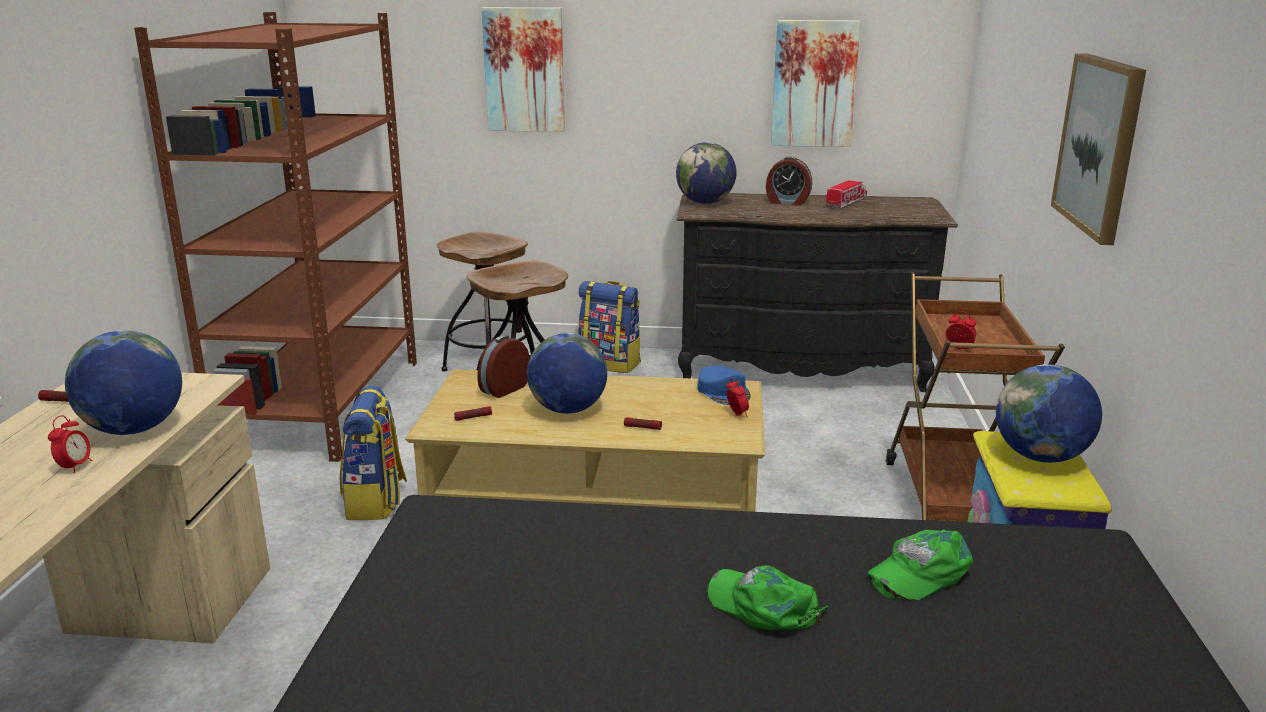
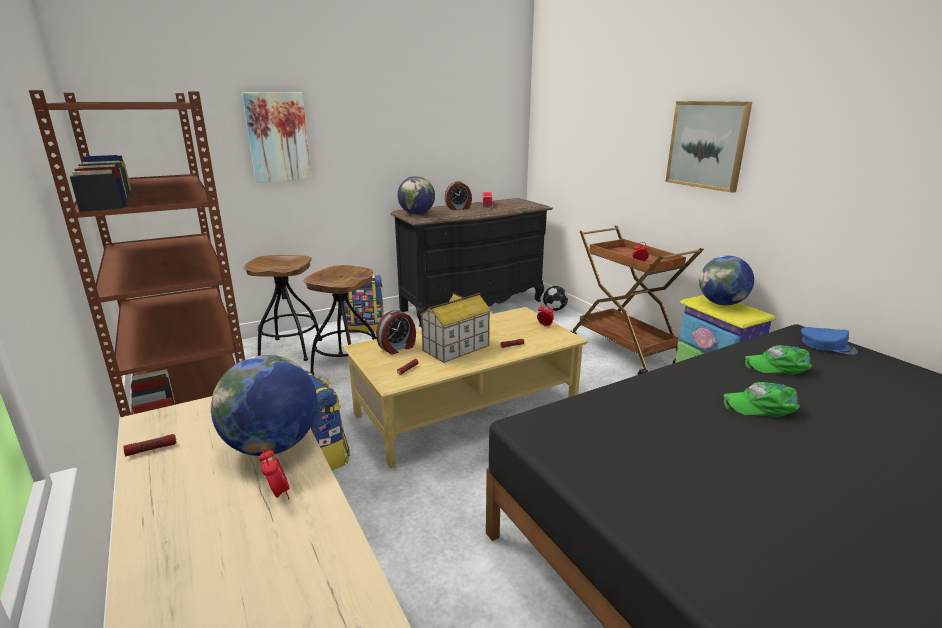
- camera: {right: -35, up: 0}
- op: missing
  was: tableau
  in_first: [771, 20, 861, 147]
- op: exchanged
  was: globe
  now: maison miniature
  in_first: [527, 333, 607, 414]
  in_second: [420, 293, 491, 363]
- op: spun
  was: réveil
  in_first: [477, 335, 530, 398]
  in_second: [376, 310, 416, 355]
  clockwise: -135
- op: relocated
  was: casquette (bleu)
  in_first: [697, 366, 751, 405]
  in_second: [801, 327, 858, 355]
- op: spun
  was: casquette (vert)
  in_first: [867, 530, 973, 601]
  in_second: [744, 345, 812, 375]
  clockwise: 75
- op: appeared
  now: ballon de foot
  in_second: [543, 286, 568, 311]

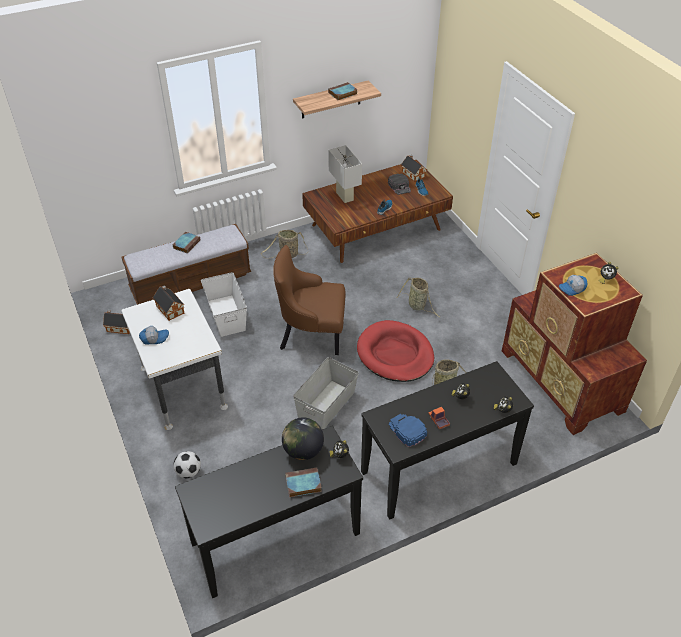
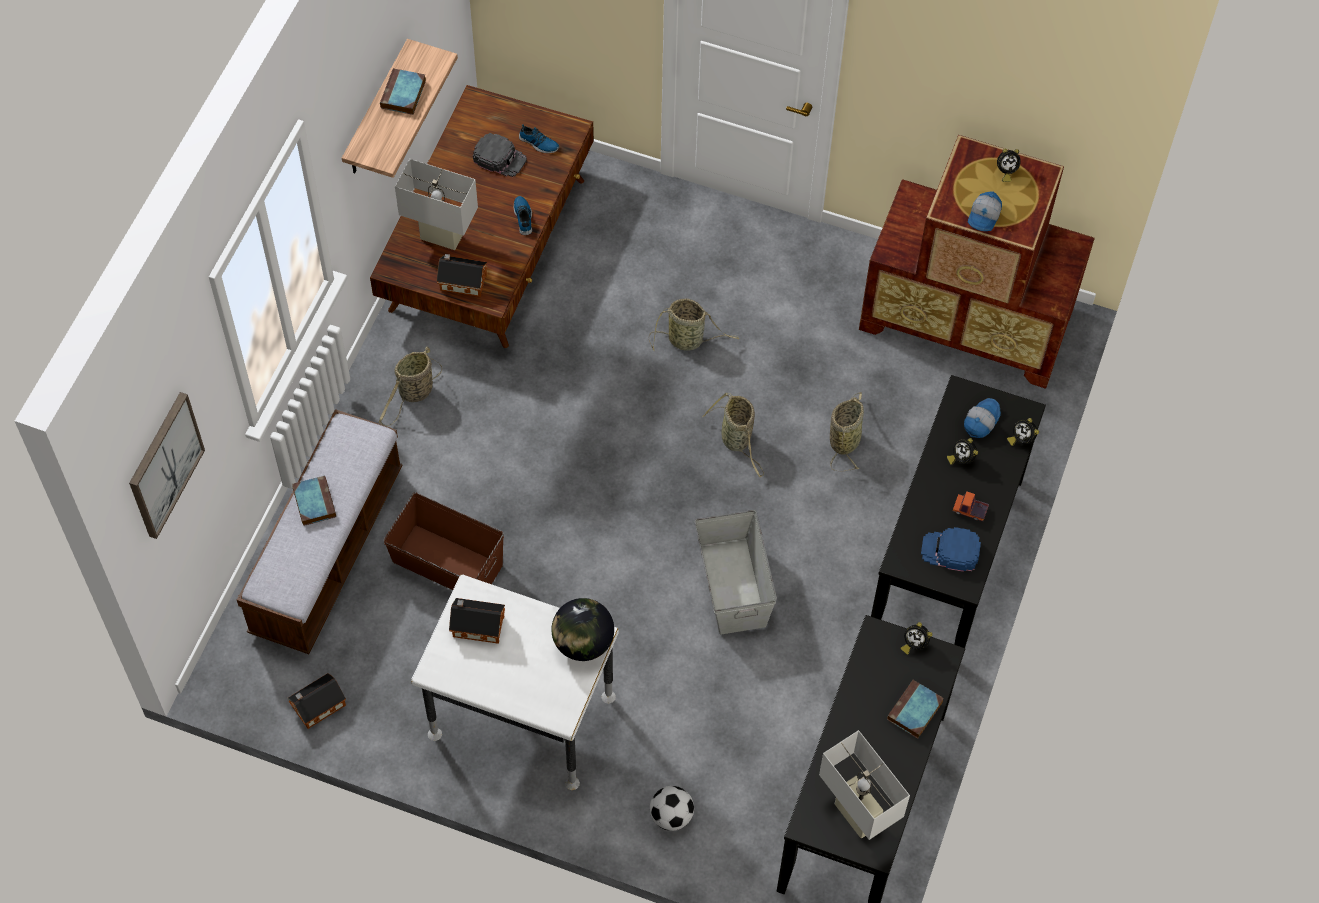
- camera: {right: -45, up: 15}
- op: relocated
  was: maison miniature
  in_first: [401, 155, 427, 182]
  in_second: [436, 254, 487, 297]
- op: missing
  was: chaise (marron)
  in_first: [273, 245, 346, 355]
- op: colour
  was: boîte de rangement (blanc)
  now: boîte de rangement (marron)
  in_first: [201, 272, 247, 337]
  in_second: [383, 493, 504, 590]
- op: exchanged
  was: panier pour chien (rouge)
  now: panier
  in_first: [357, 320, 434, 382]
  in_second: [702, 393, 764, 477]
- op: relocated
  was: casquette
  in_first: [139, 326, 169, 344]
  in_second: [964, 398, 1001, 438]
- op: relocated
  was: globe
  in_first: [282, 418, 324, 460]
  in_second: [551, 598, 614, 661]
- op: appeared
  now: tableau
  in_second: [129, 392, 205, 539]
- op: appeared
  now: lampe de table (blanc)
  in_second: [819, 730, 910, 840]

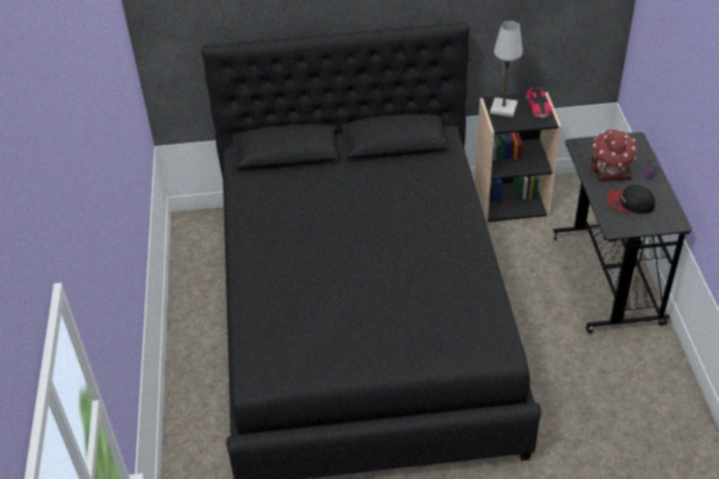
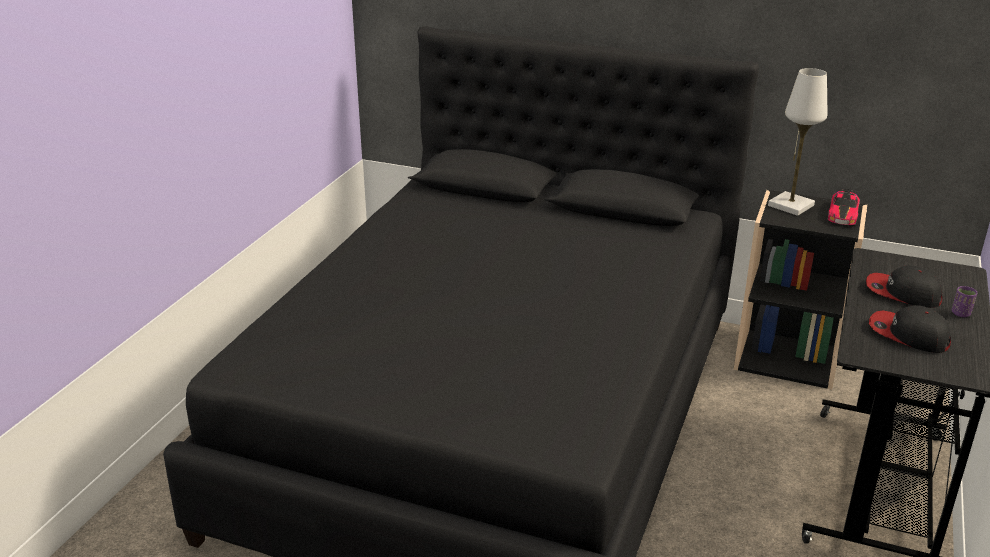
- camera: {right: 25, up: -15}
- op: exchanged
  was: maison miniature
  now: casquette
  in_first: [588, 129, 637, 182]
  in_second: [866, 265, 943, 308]

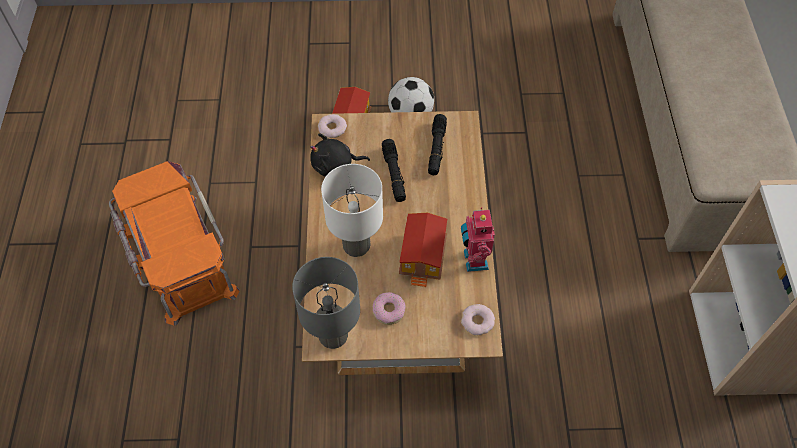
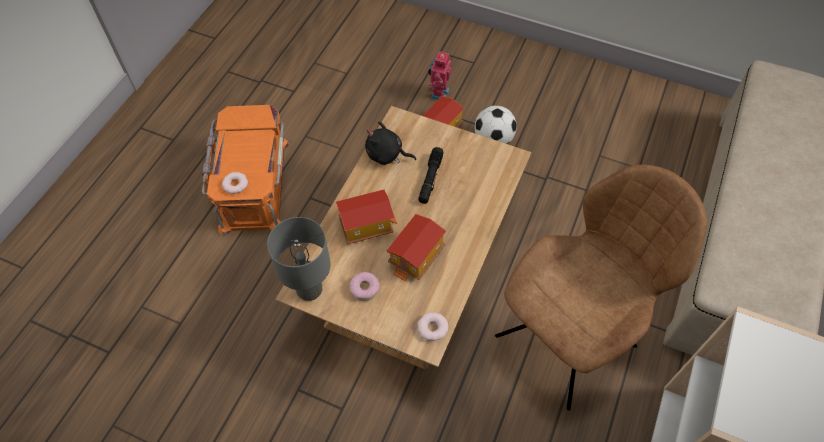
- camera: {right: 25, up: 0}
- op: relocated
  was: beignet
  in_first: [318, 114, 347, 138]
  in_second: [222, 172, 248, 194]
- op: missing
  was: lampe de poche (noir)
  in_first: [428, 114, 447, 175]
- op: exchanged
  was: lampe de table (blanc)
  now: maison miniature
  in_first: [321, 164, 383, 257]
  in_second: [336, 190, 397, 244]
- op: relocated
  was: robot jouet
  in_first: [461, 207, 495, 272]
  in_second: [428, 50, 451, 100]
- op: appeared
  now: chaise (marron)
  in_second: [495, 165, 707, 410]

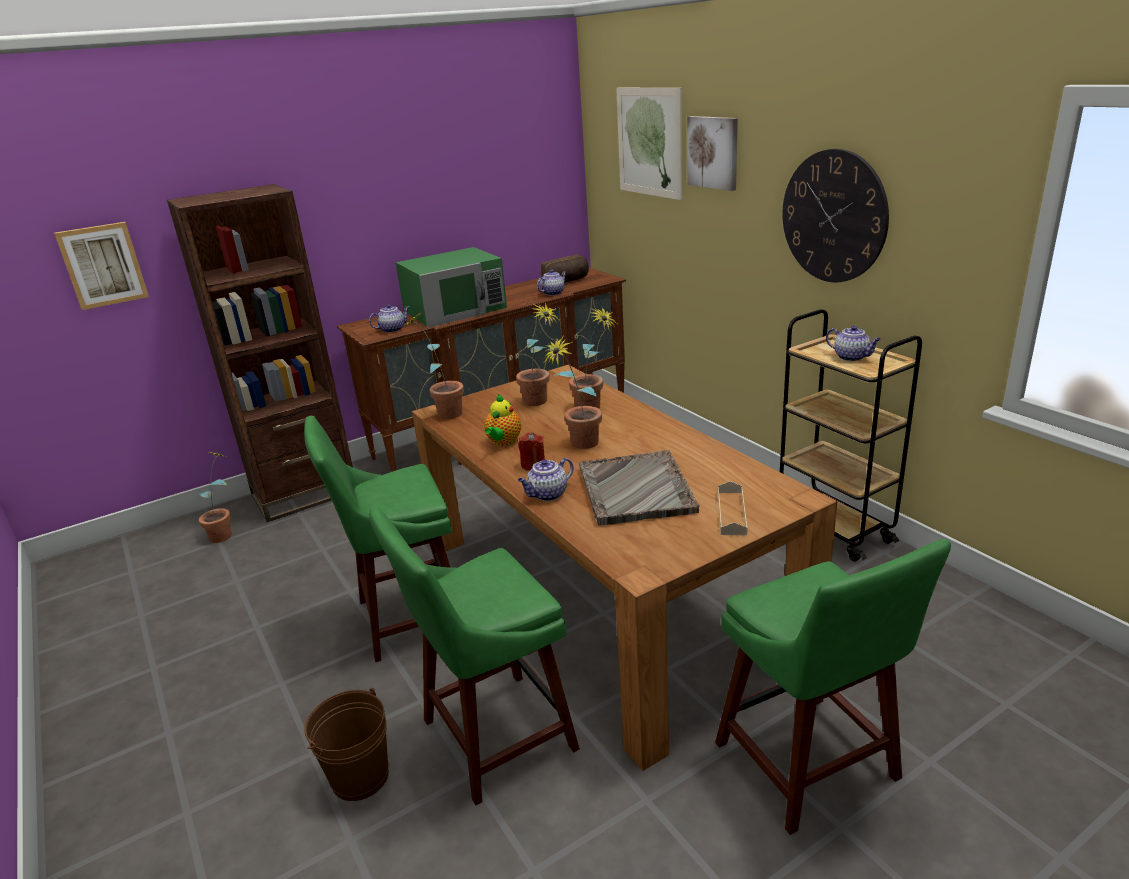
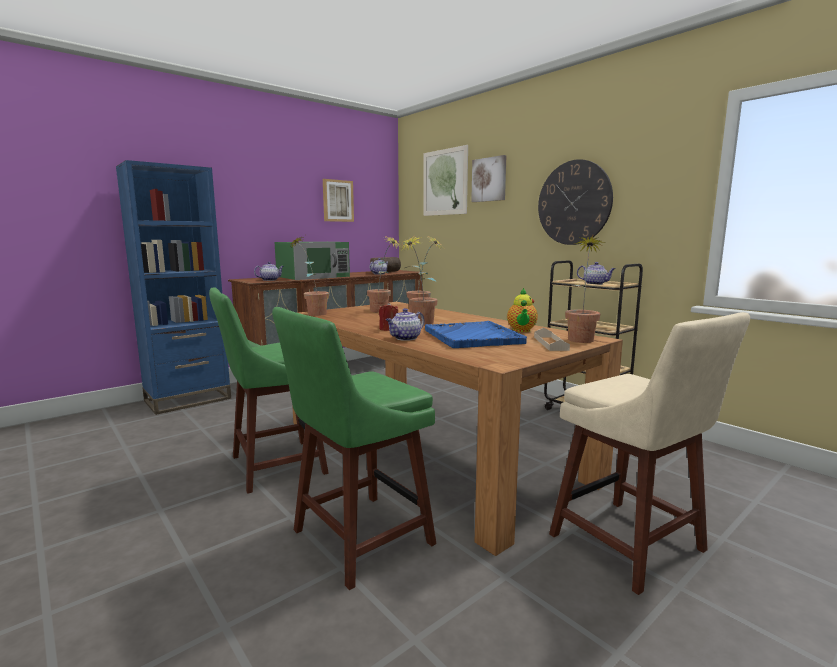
- camera: {right: -10, up: -15}
- op: colour
  was: bibliothèque (marron)
  now: bibliothèque (bleu)
  in_first: [167, 184, 353, 522]
  in_second: [116, 160, 231, 415]
- op: relocated
  was: tableau
  in_first: [54, 222, 149, 310]
  in_second: [323, 179, 354, 222]
- op: relocated
  was: théière
  in_first: [484, 394, 521, 446]
  in_second: [507, 288, 538, 332]
- op: colour
  was: plateau (gris)
  now: plateau (bleu)
  in_first: [579, 450, 700, 526]
  in_second: [425, 321, 527, 348]
- op: relocated
  was: plante en pot
  in_first: [199, 452, 232, 543]
  in_second: [565, 235, 604, 343]
- op: colour
  was: chaise (vert)
  now: chaise (beige)
  in_first: [715, 539, 951, 835]
  in_second: [549, 312, 750, 595]
- op: missing
  was: seau (marron)
  in_first: [304, 687, 389, 801]

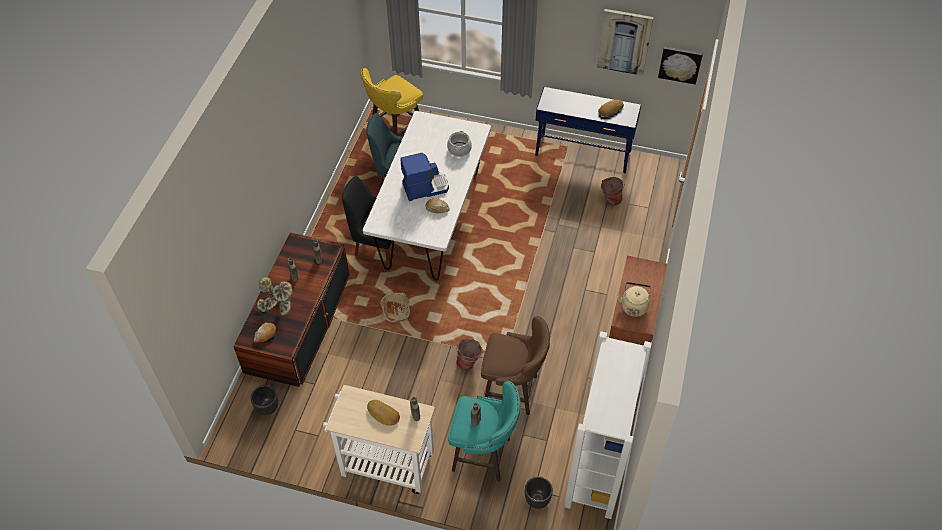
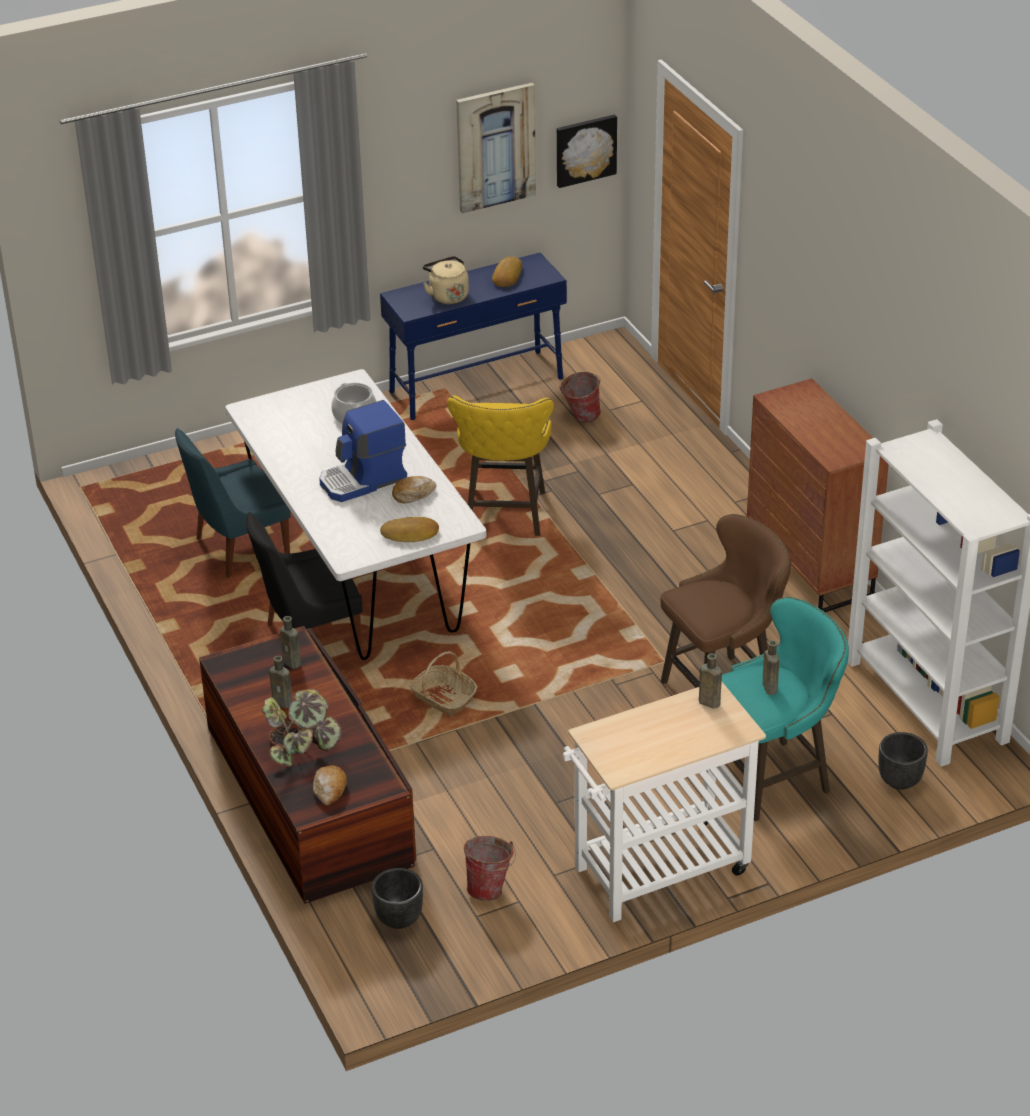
- camera: {right: -40, up: -15}
- op: relocated
  was: tabouret (jaune)
  in_first: [361, 68, 423, 136]
  in_second: [447, 395, 554, 536]
- op: spun
  was: machine à café
  in_first: [400, 153, 449, 201]
  in_second: [319, 400, 407, 502]
  clockwise: -150
- op: relocated
  was: bouilloire (beige)
  in_first: [617, 282, 651, 317]
  in_second: [423, 256, 469, 304]
- op: relocated
  was: seau
  in_first: [456, 338, 483, 370]
  in_second: [464, 836, 516, 901]
- op: relocated
  was: pain
  in_first: [367, 400, 400, 425]
  in_second: [380, 517, 439, 542]

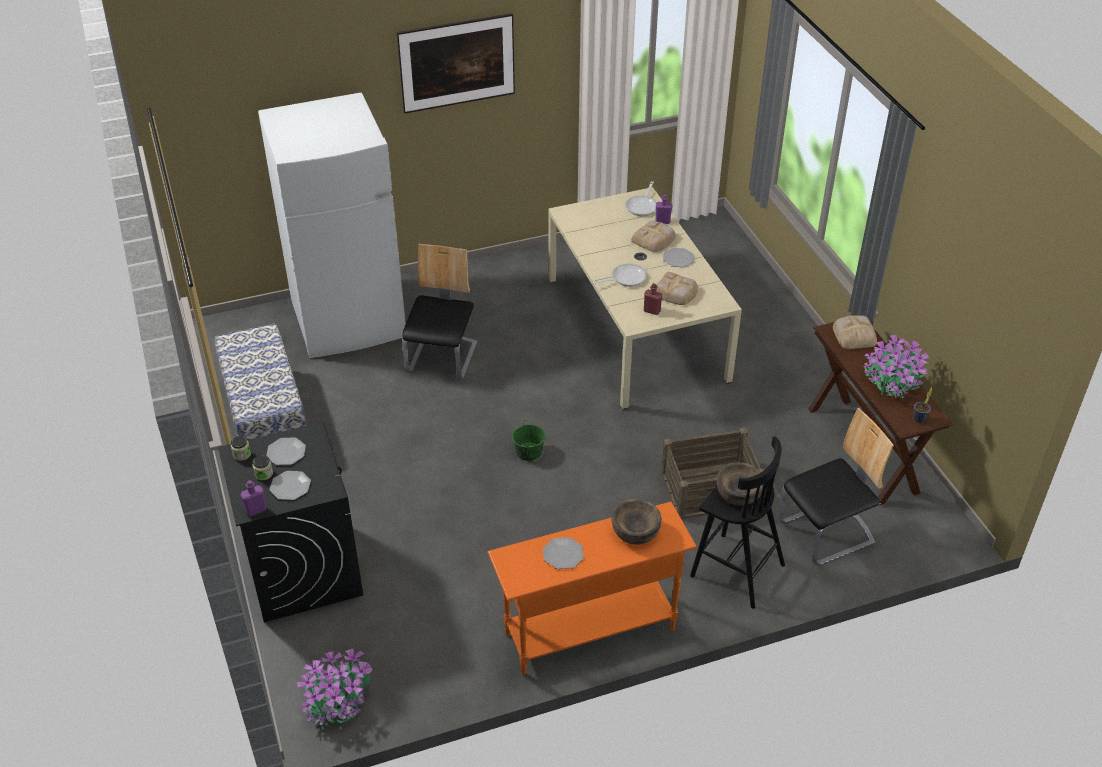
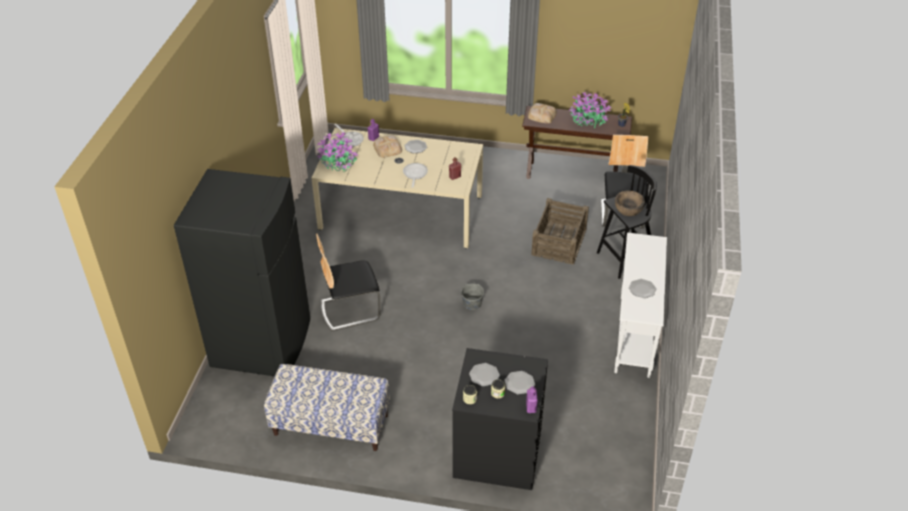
- camera: {right: -60, up: 0}
- op: missing
  was: tableau
  in_first: [397, 13, 515, 114]
- op: colour
  was: réfrigérateur (blanc)
  now: réfrigérateur (noir)
  in_first: [258, 93, 406, 358]
  in_second: [174, 169, 310, 376]
- op: spun
  was: chaise
  in_first: [402, 244, 477, 380]
  in_second: [316, 234, 381, 331]
  clockwise: -60
- op: missing
  was: pain
  in_first: [656, 272, 698, 305]
- op: colour
  was: seau (vert)
  now: seau (gris)
  in_first: [512, 420, 546, 461]
  in_second: [461, 282, 484, 310]
- op: missing
  was: bol (marron)
  in_first: [611, 499, 662, 545]
- op: colour
  was: table console (orange)
  now: table console (blanc)
  in_first: [488, 502, 697, 675]
  in_second: [614, 233, 667, 378]
- op: relocated
  was: plante en pot
  in_first: [297, 649, 372, 725]
  in_second: [317, 132, 358, 172]

